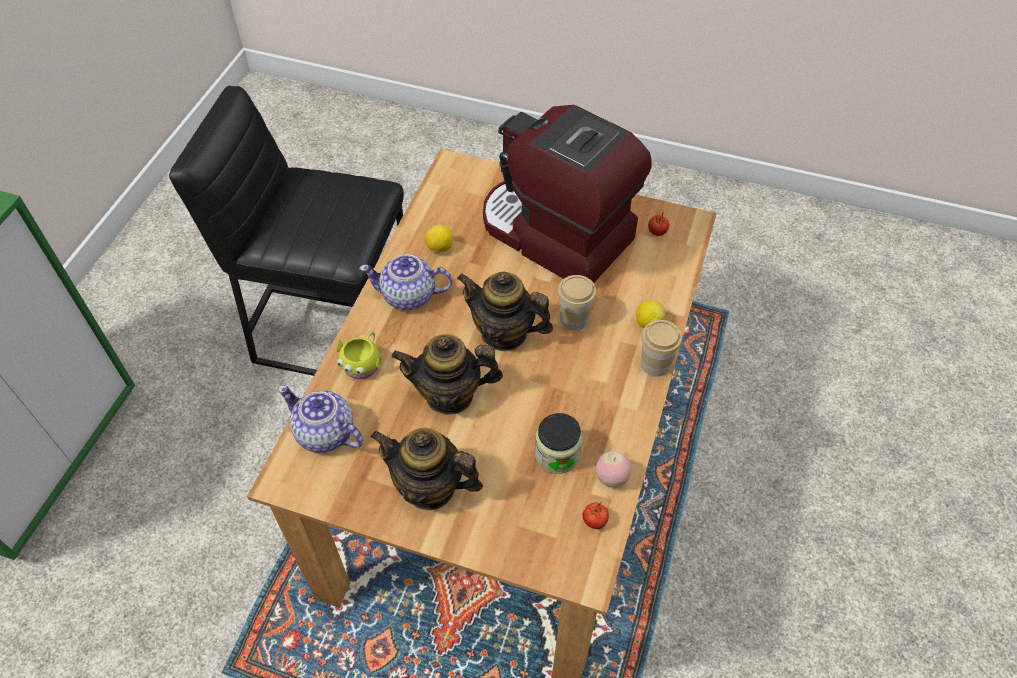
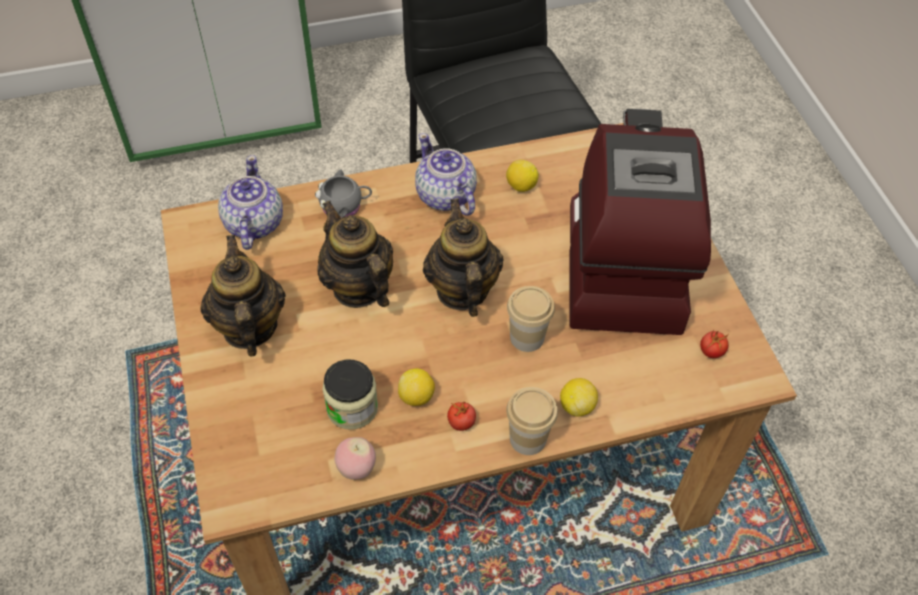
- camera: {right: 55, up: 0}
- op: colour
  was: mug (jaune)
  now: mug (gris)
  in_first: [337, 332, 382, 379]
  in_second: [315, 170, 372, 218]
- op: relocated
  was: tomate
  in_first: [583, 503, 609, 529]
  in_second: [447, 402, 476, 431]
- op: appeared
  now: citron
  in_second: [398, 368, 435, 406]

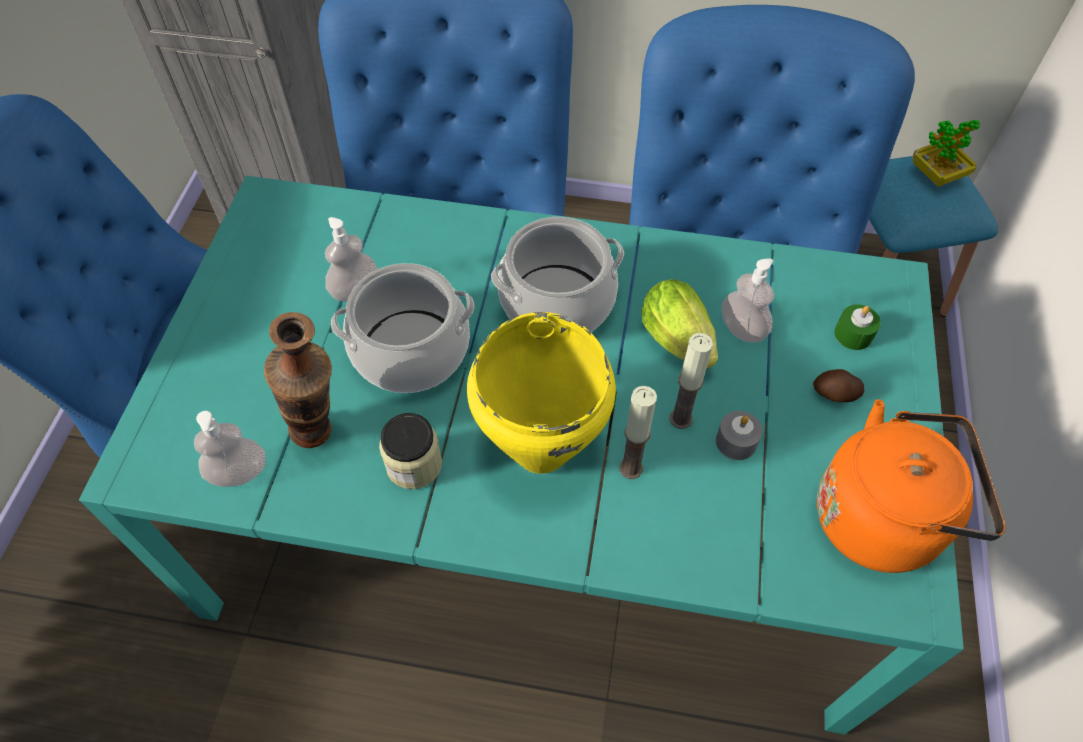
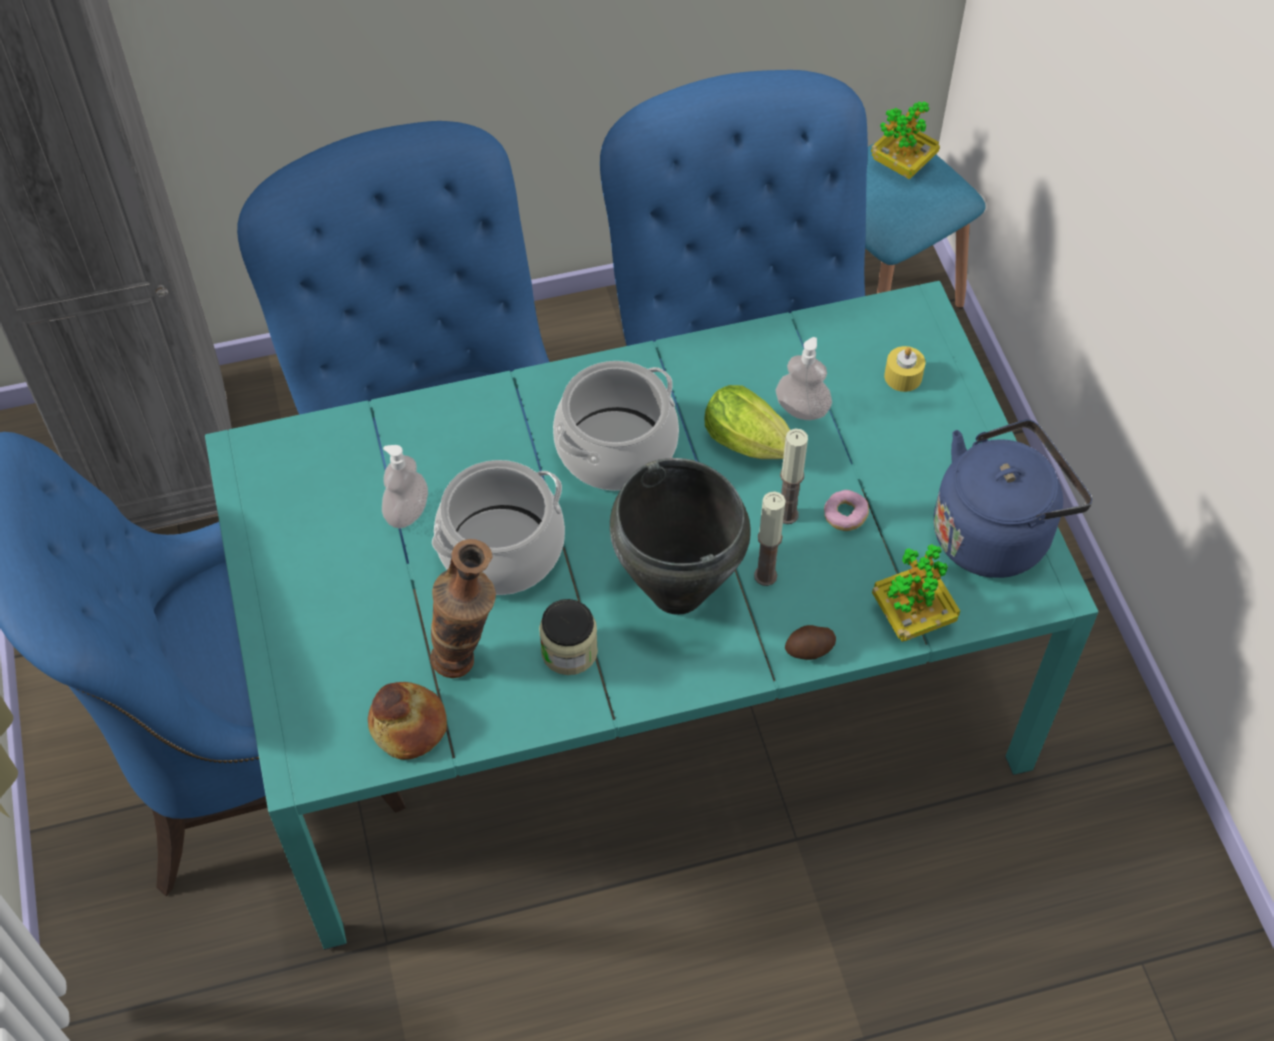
- camera: {right: -25, up: 0}
- op: colour
  was: bougie (vert)
  now: bougie (jaune)
  in_first: [835, 304, 881, 350]
  in_second: [884, 346, 925, 392]
- op: colour
  was: marmite (jaune)
  now: marmite (noir)
  in_first: [467, 312, 616, 474]
  in_second: [610, 458, 751, 615]
- op: relocated
  was: pomme de terre
  in_first: [813, 369, 865, 402]
  in_second: [785, 625, 836, 660]
- op: colour
  was: bouilloire (orange)
  now: bouilloire (bleu)
  in_first: [816, 399, 1005, 573]
  in_second: [934, 419, 1092, 578]
- op: exchanged
  was: distributeur de savon
  now: pain
  in_first: [194, 411, 265, 487]
  in_second: [368, 682, 447, 760]
- op: exchanged
  was: bougie (gris)
  now: beignet
  in_first: [716, 411, 762, 460]
  in_second: [824, 490, 869, 531]
- op: appeared
  now: plante en pot
  in_second: [872, 544, 960, 642]

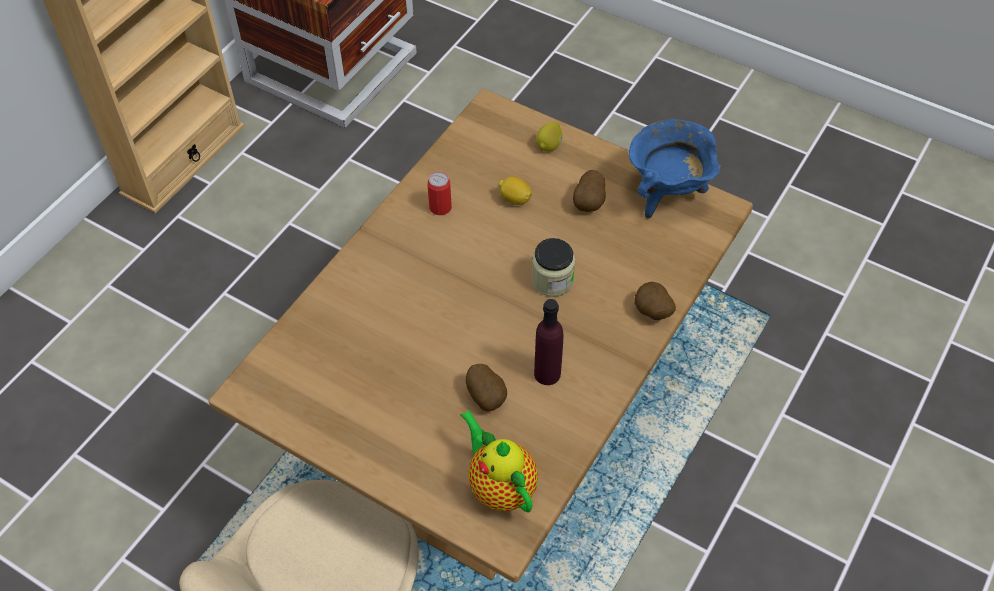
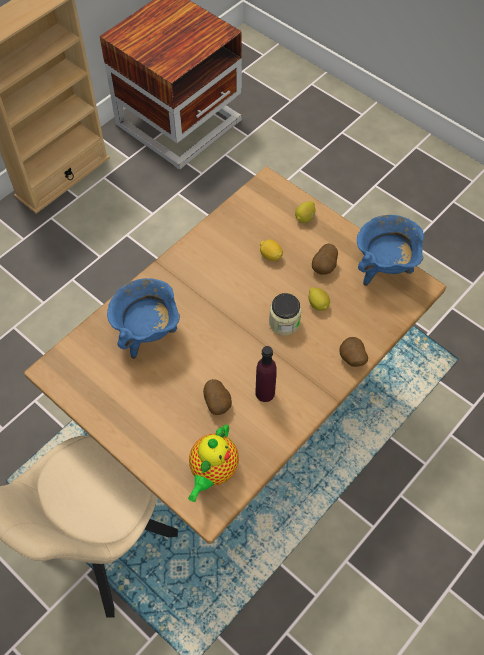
- camera: {right: 10, up: 5}
- op: missing
  was: boîte métallique
  in_first: [427, 171, 452, 215]
- op: spun
  was: théière
  in_first: [460, 410, 538, 512]
  in_second: [188, 425, 239, 502]
  clockwise: -135
- op: appeared
  now: marmite (bleu)
  in_second: [107, 278, 180, 359]
- op: appeared
  now: citron
  in_second: [309, 287, 330, 311]

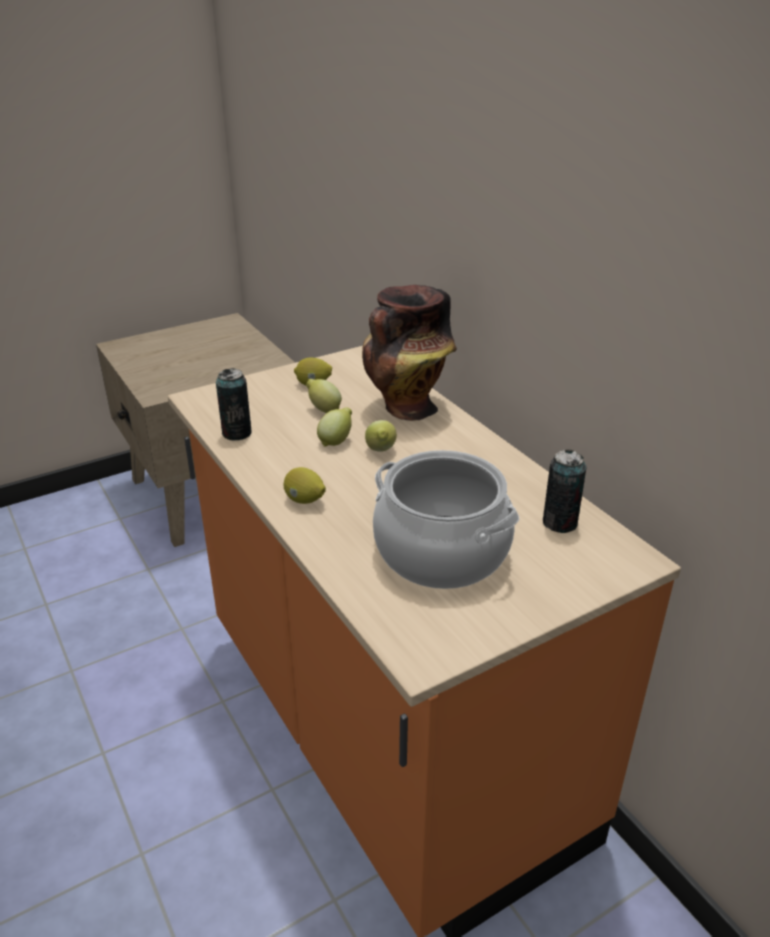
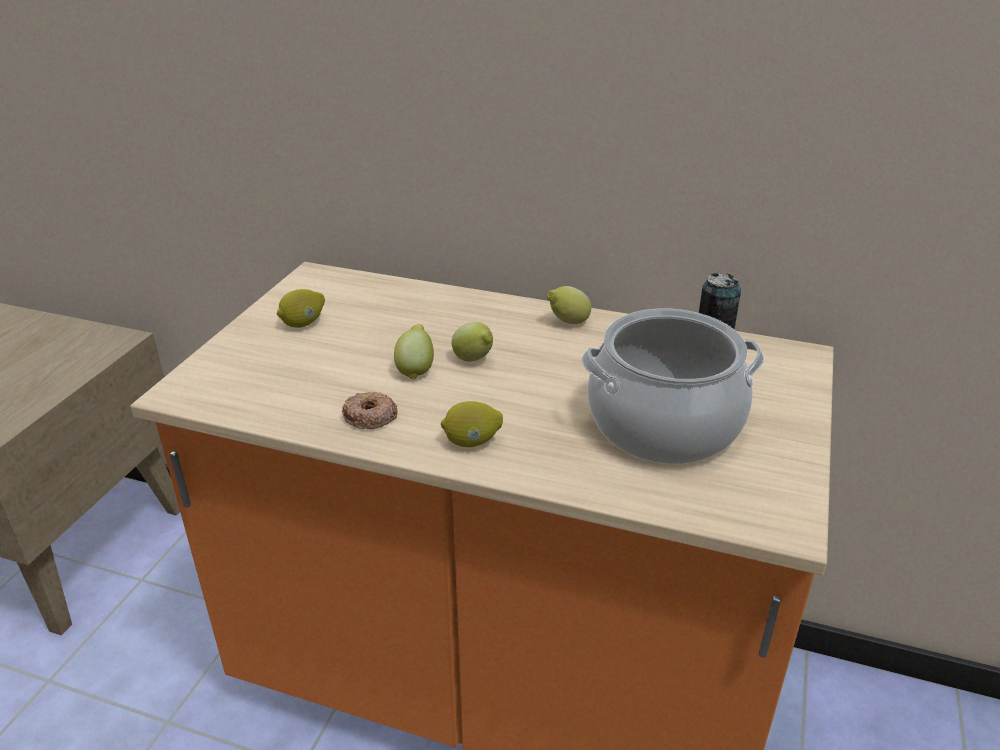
- camera: {right: -40, up: 0}
- op: missing
  was: vase
  in_first: [362, 285, 457, 421]
- op: missing
  was: boîte métallique
  in_first: [216, 368, 252, 440]
- op: relocated
  was: citron
  in_first: [306, 379, 342, 413]
  in_second: [547, 286, 591, 324]
- op: appeared
  now: beignet
  in_second: [342, 392, 397, 429]

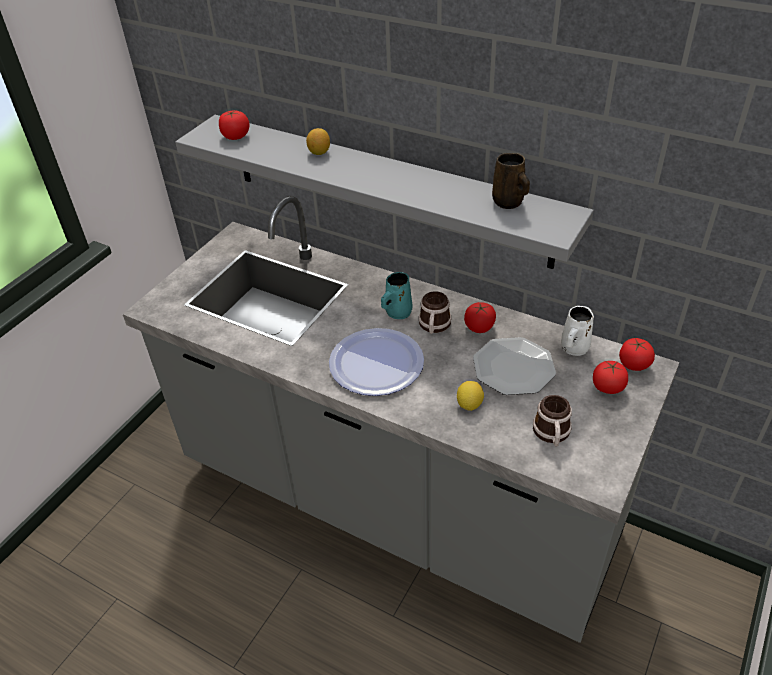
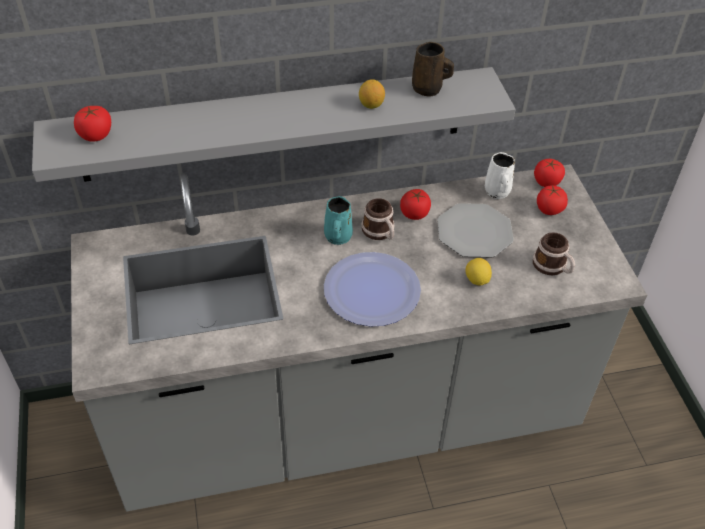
- camera: {right: -45, up: 5}
- op: relocated
  was: citron
  in_first: [306, 128, 330, 155]
  in_second: [359, 79, 385, 109]

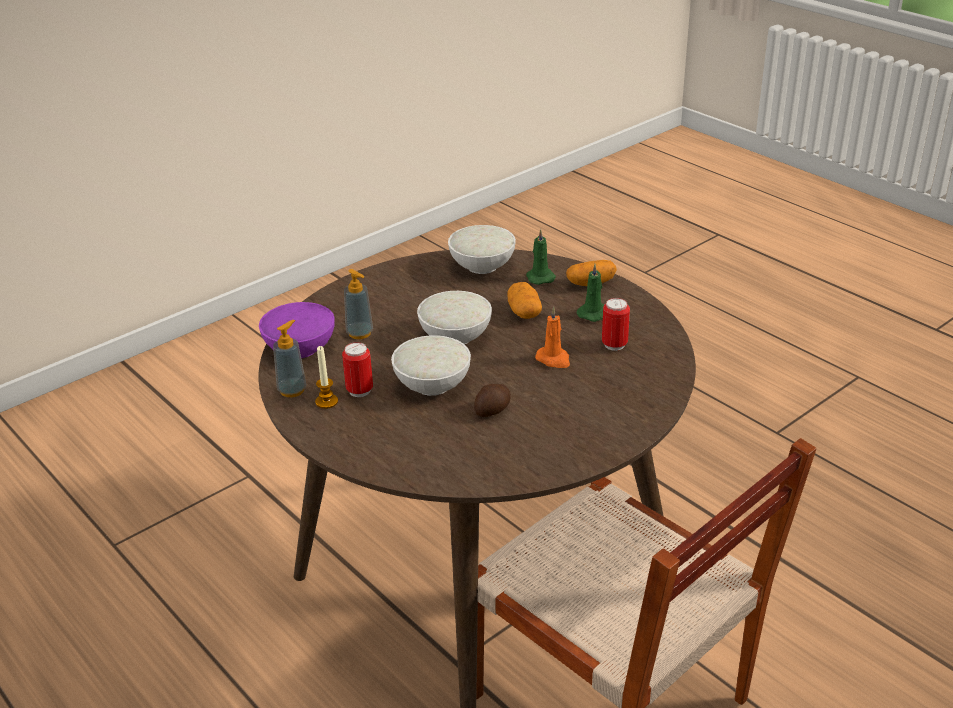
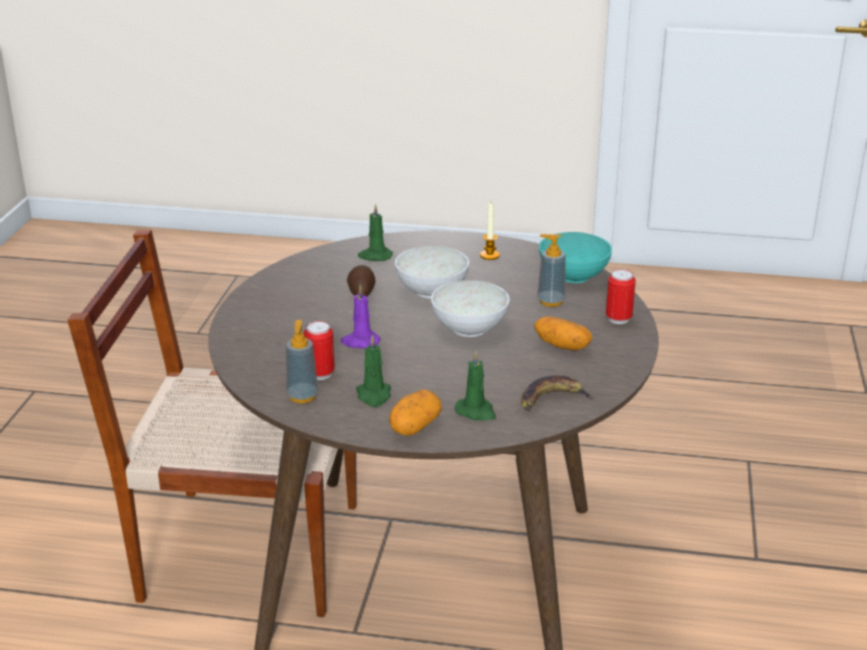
- camera: {right: 140, up: -5}
- op: exchanged
  was: bol (blanc)
  now: banane
  in_first: [448, 225, 516, 274]
  in_second: [521, 375, 593, 411]
- op: relocated
  was: pomme de terre
  in_first: [507, 282, 542, 319]
  in_second: [534, 316, 592, 350]
- op: colour
  was: bol (violet)
  now: bol (turquoise)
  in_first: [259, 302, 335, 358]
  in_second: [539, 232, 612, 283]
- op: colour
  was: bougie (orange)
  now: bougie (violet)
  in_first: [535, 307, 570, 368]
  in_second: [341, 285, 380, 349]
- op: relocated
  was: distributeur de savon
  in_first: [273, 320, 306, 397]
  in_second: [286, 320, 318, 403]
- op: relocated
  was: boîte métallique
  in_first: [342, 342, 373, 397]
  in_second: [606, 269, 636, 324]
- op: appeared
  now: bougie (vert)
  in_second: [358, 204, 393, 261]

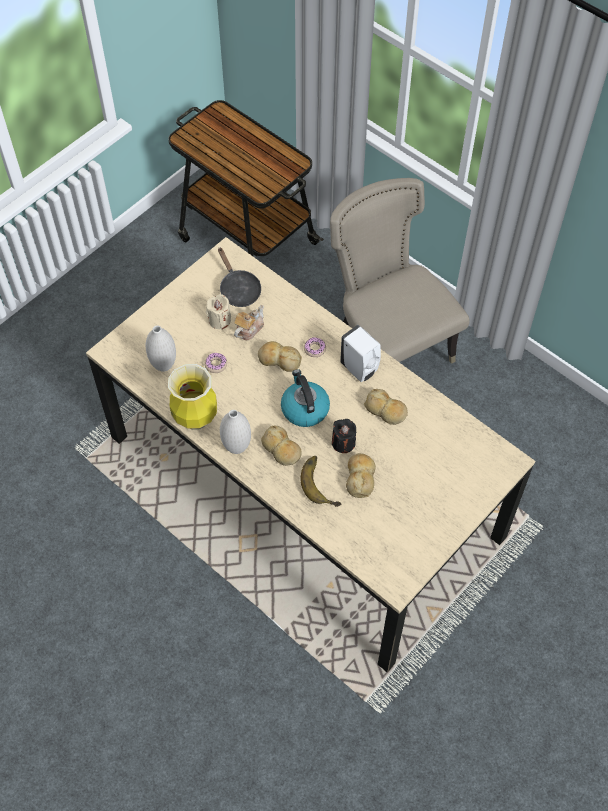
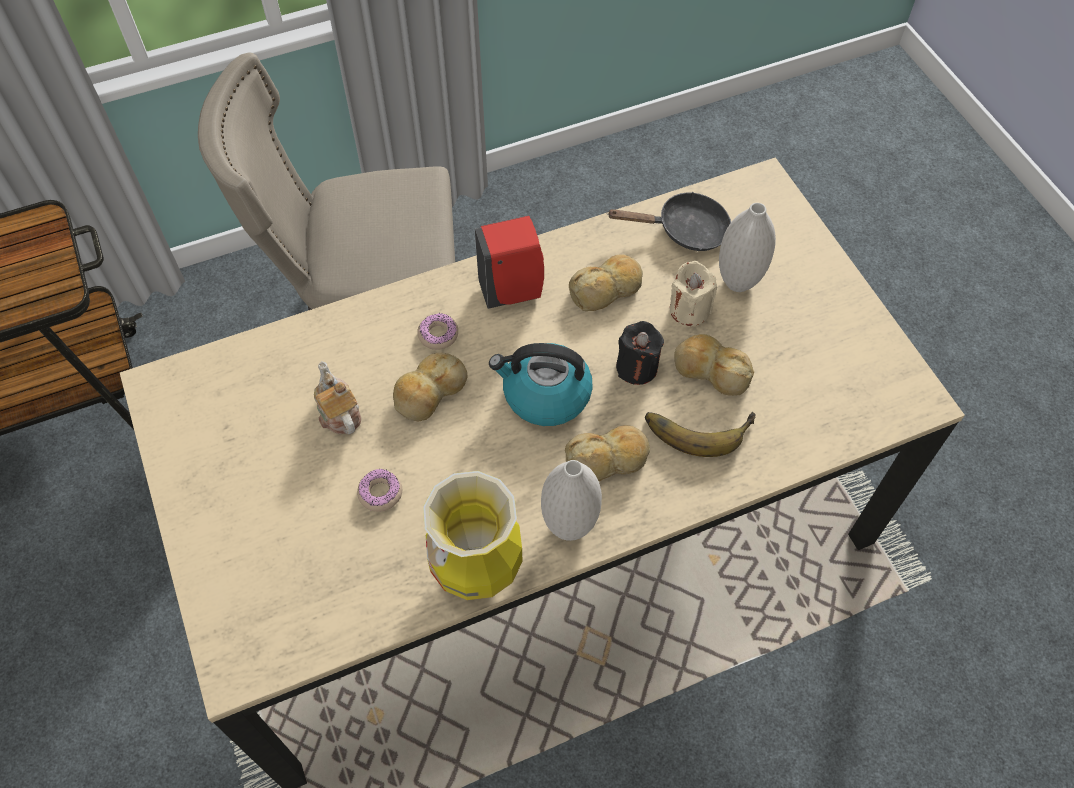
- camera: {right: -65, up: 0}
- op: relocated
  was: poêle (noir)
  in_first: [218, 247, 261, 307]
  in_second: [607, 192, 731, 251]
- op: relocated
  was: bougie (beige)
  in_first: [206, 294, 231, 330]
  in_second: [670, 261, 717, 326]
- op: colour
  was: distributeur de savon (blanc)
  now: distributeur de savon (rouge)
  in_first: [340, 325, 381, 382]
  in_second: [475, 216, 544, 309]
- op: relocated
  was: vase (blanc)
  in_first: [146, 326, 176, 372]
  in_second: [719, 203, 776, 292]

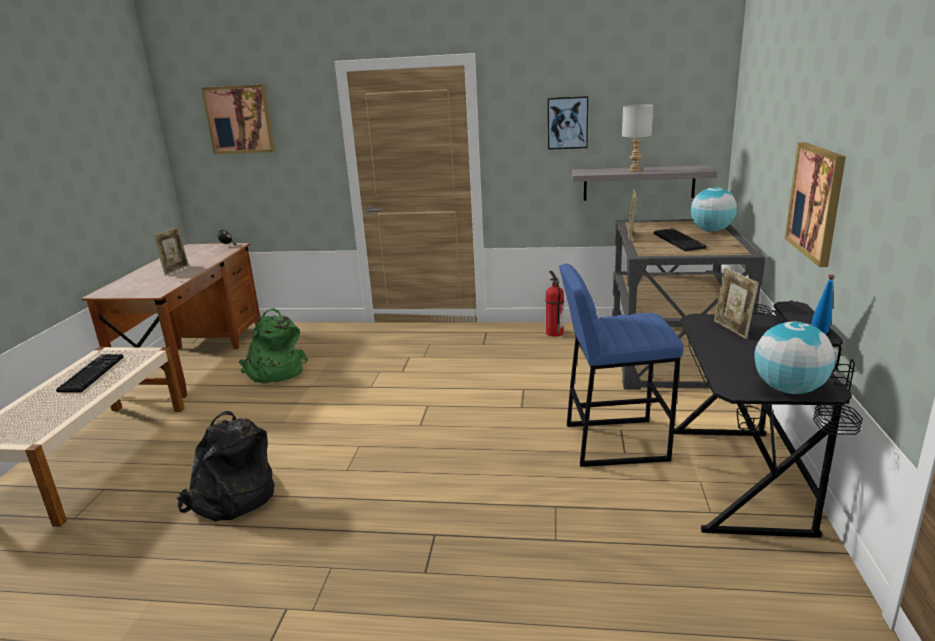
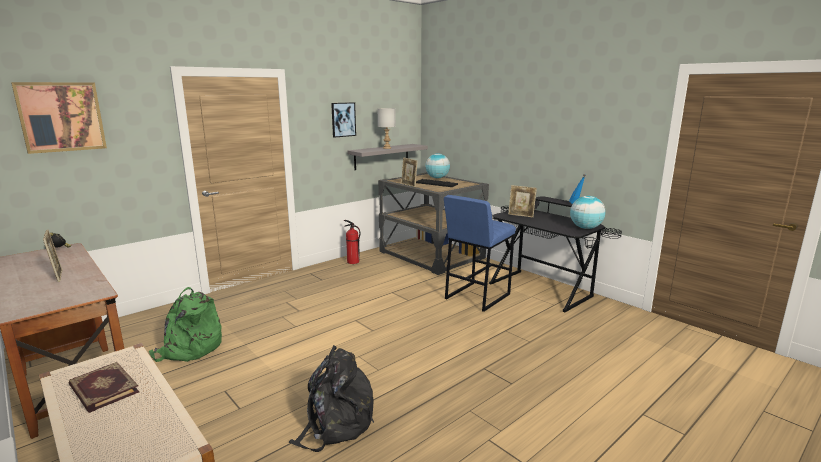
- camera: {right: -50, up: -5}
- op: missing
  was: tableau
  in_first: [785, 142, 846, 267]
- op: exchanged
  was: clavier
  now: livre
  in_first: [56, 354, 124, 392]
  in_second: [69, 362, 139, 413]

